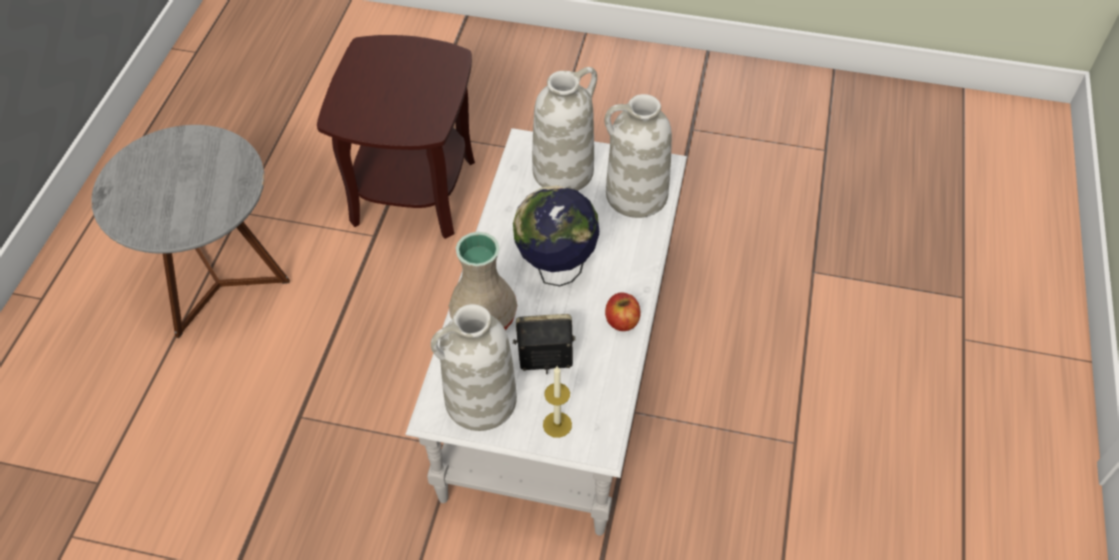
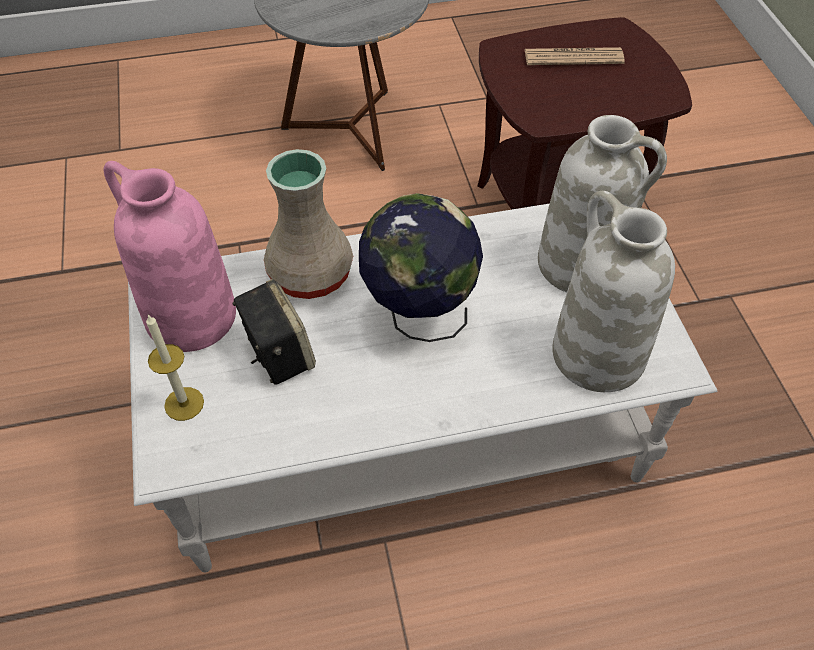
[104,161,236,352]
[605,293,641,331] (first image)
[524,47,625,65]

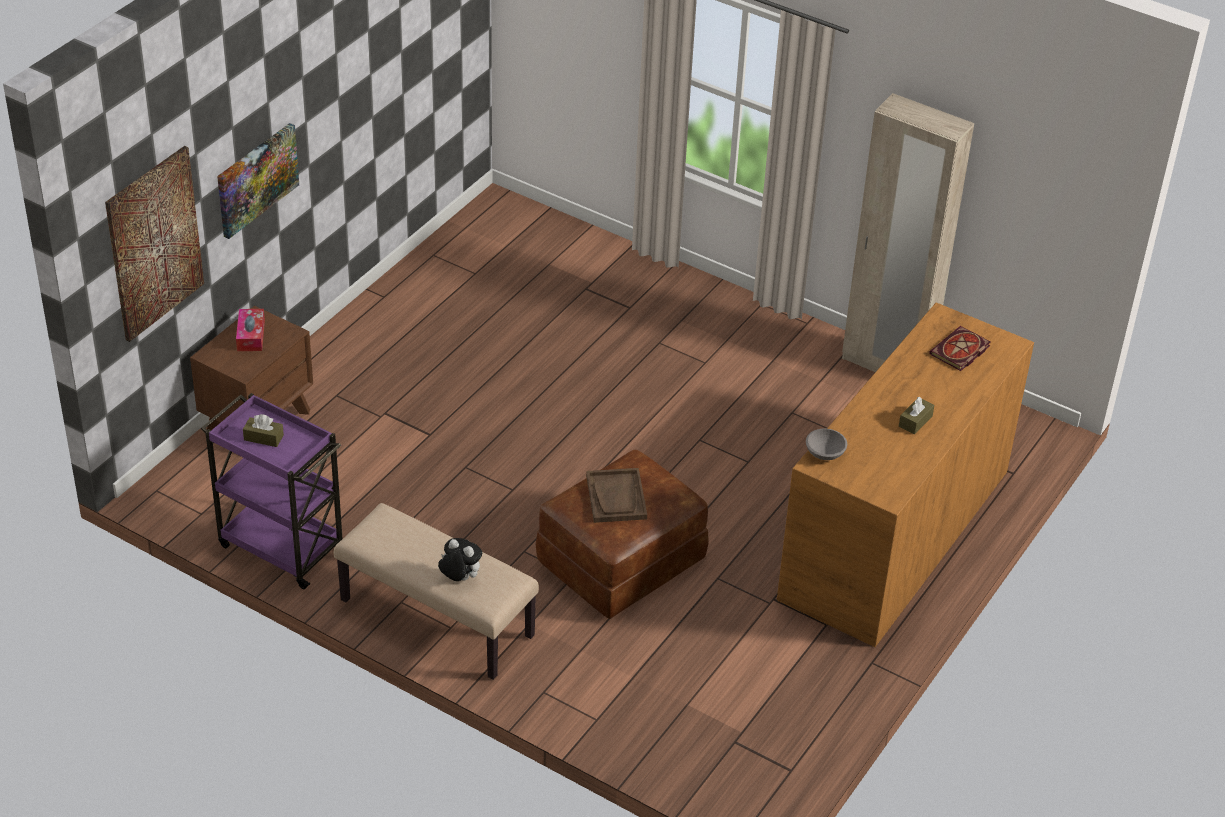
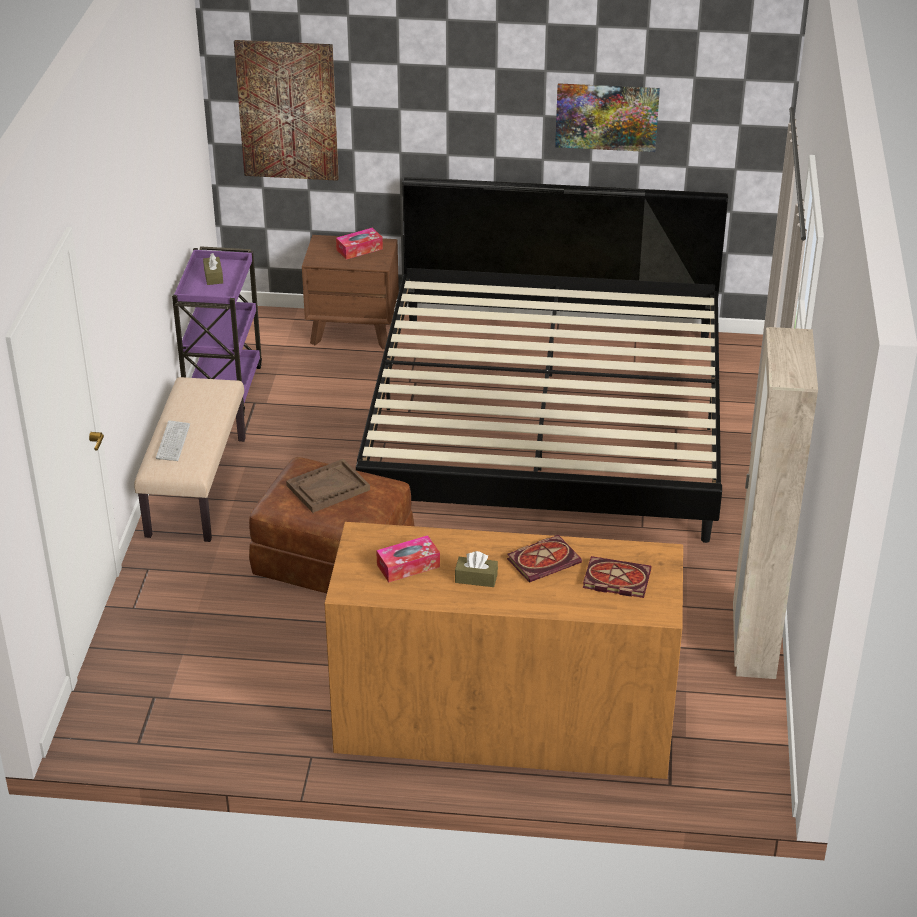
[555,83,660,152]
[156,420,190,461]
[806,429,847,460] (first image)
[356,177,728,543]
[376,535,440,583]
[507,535,582,583]

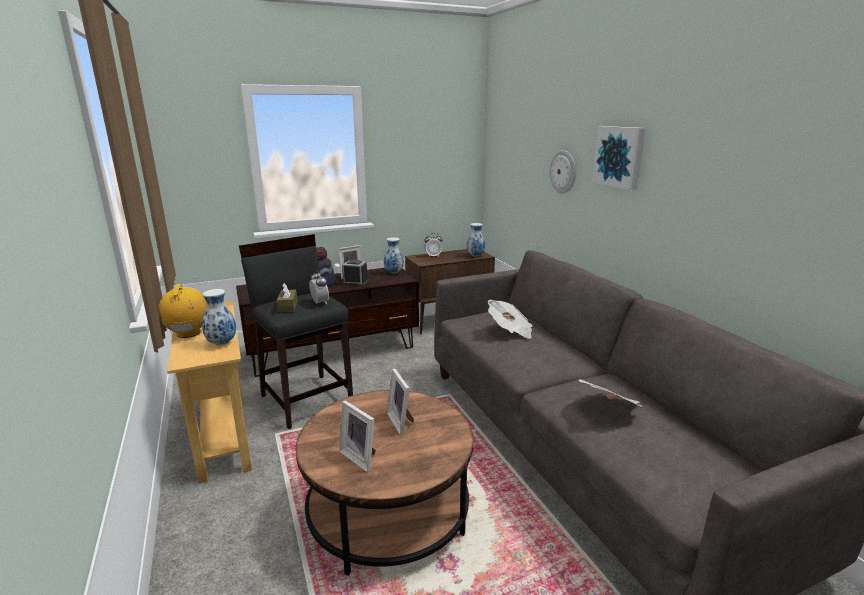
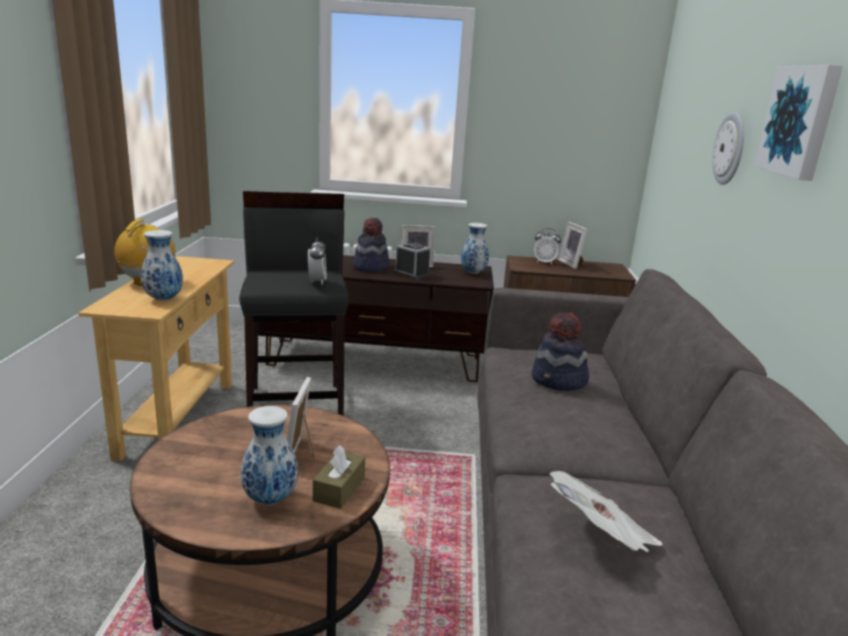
[313,445,365,509]
[557,222,588,269]
[241,406,298,505]
[531,312,589,391]

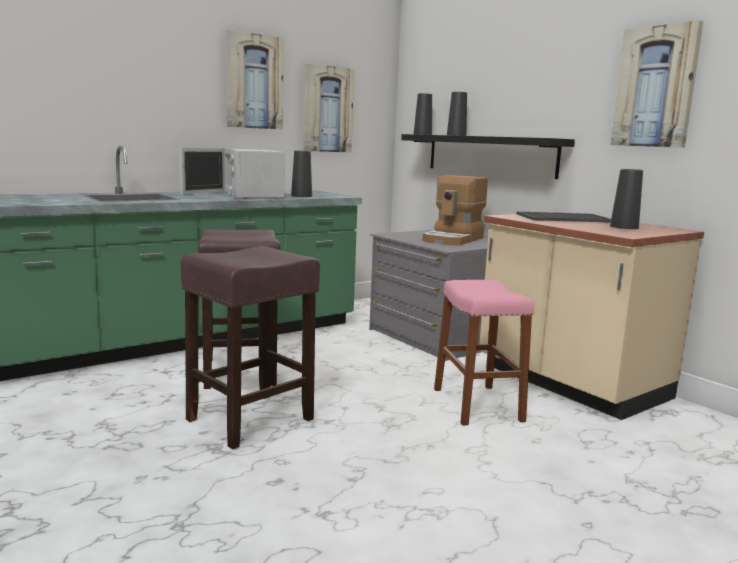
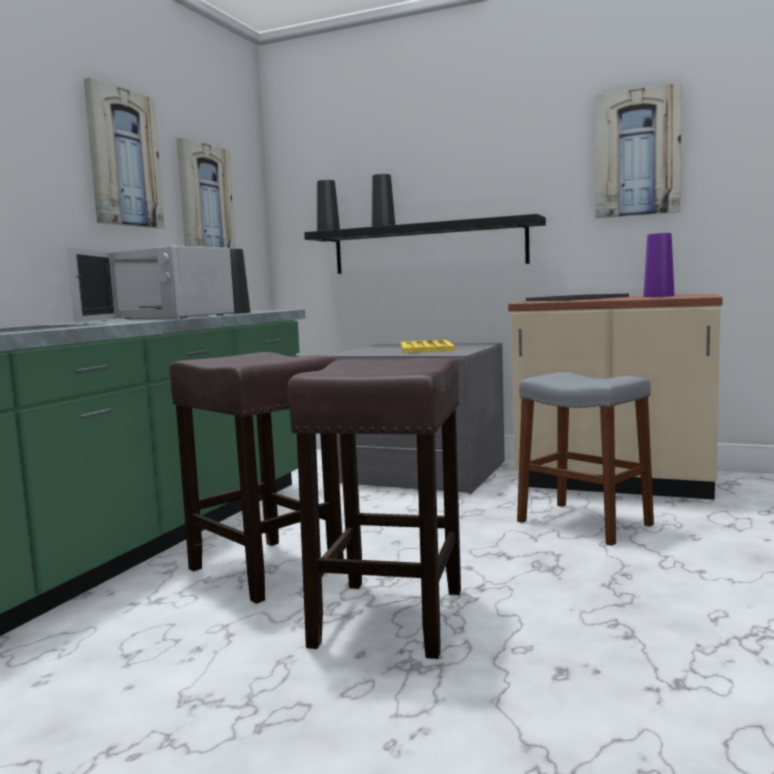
[401,340,455,353]
[517,372,654,546]
[643,233,674,297]

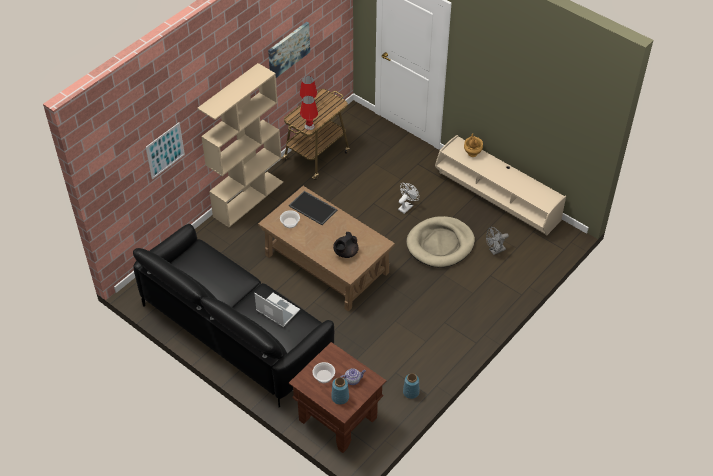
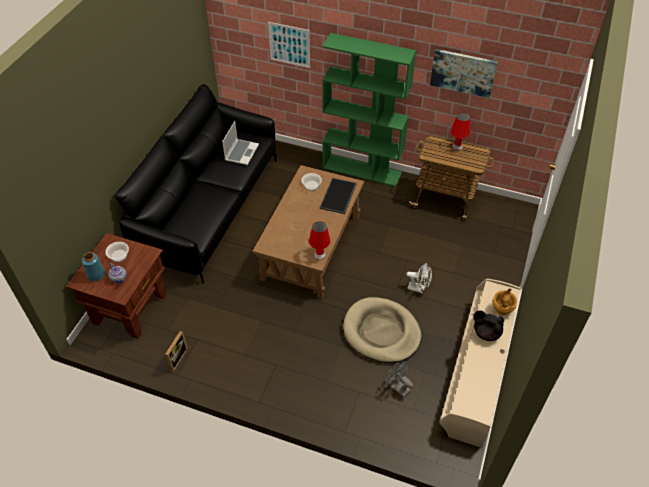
[322,33,416,187]
[222,121,259,165]
[309,221,330,260]
[473,310,504,341]
[165,331,188,372]

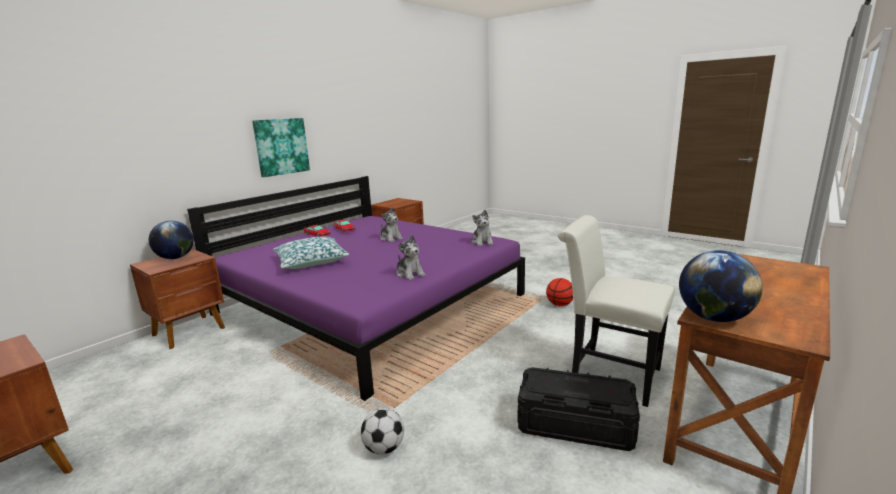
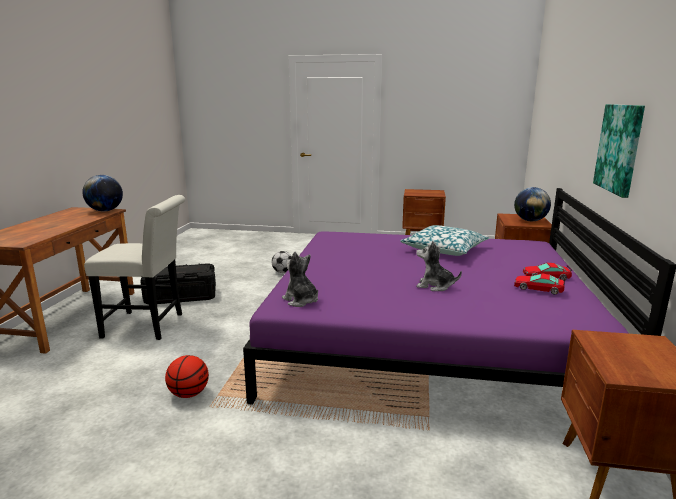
[397,235,425,280] (first image)

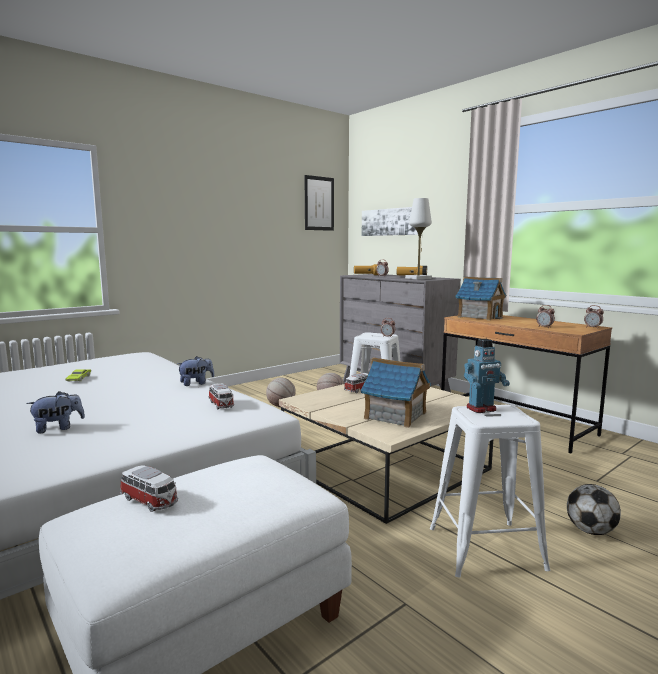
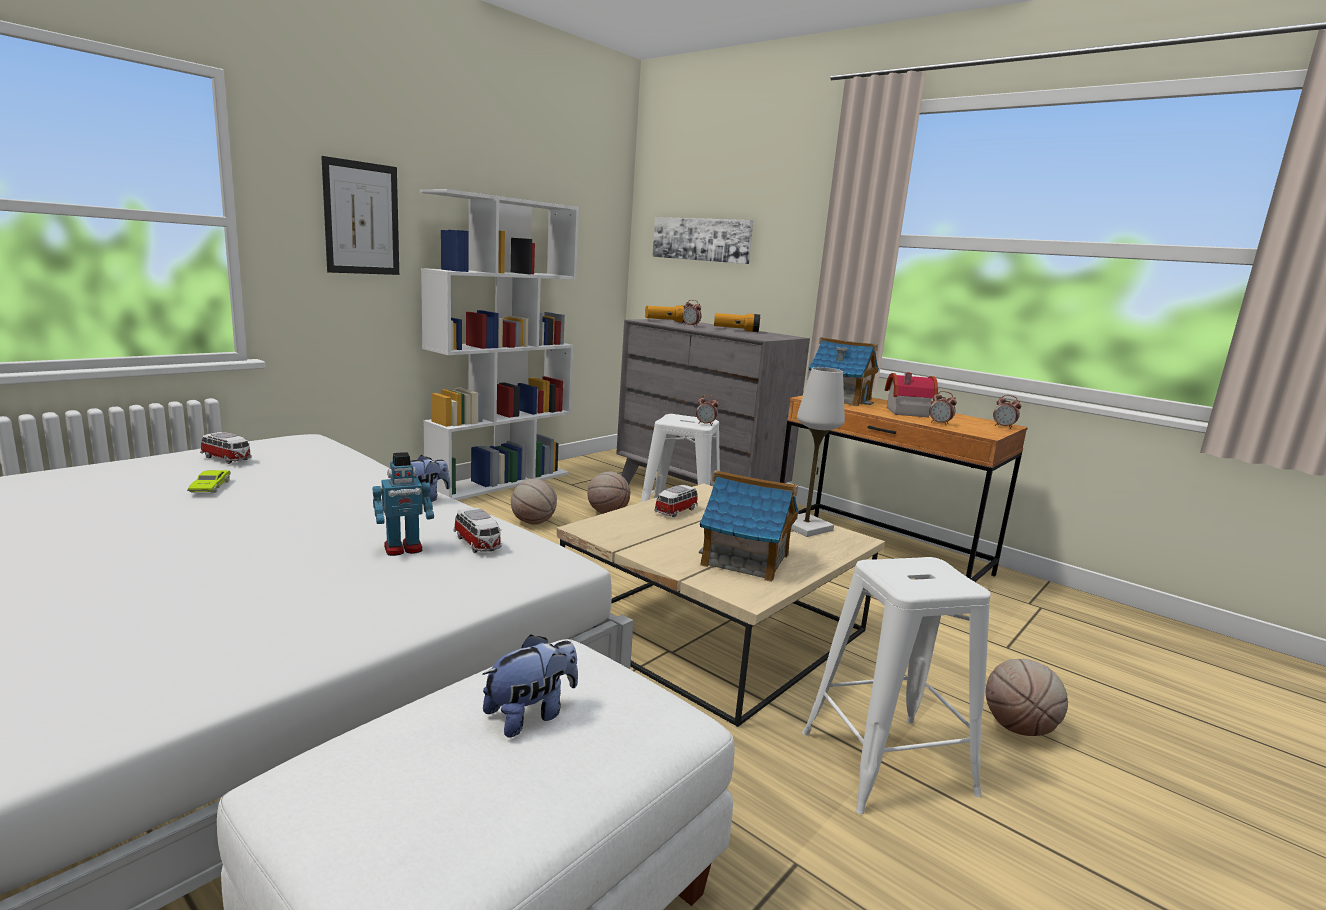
[482,634,578,738]
[200,432,252,464]
[321,156,399,275]
[791,367,845,537]
[373,452,434,556]
[986,659,1068,736]
[420,189,579,500]
[885,372,938,417]

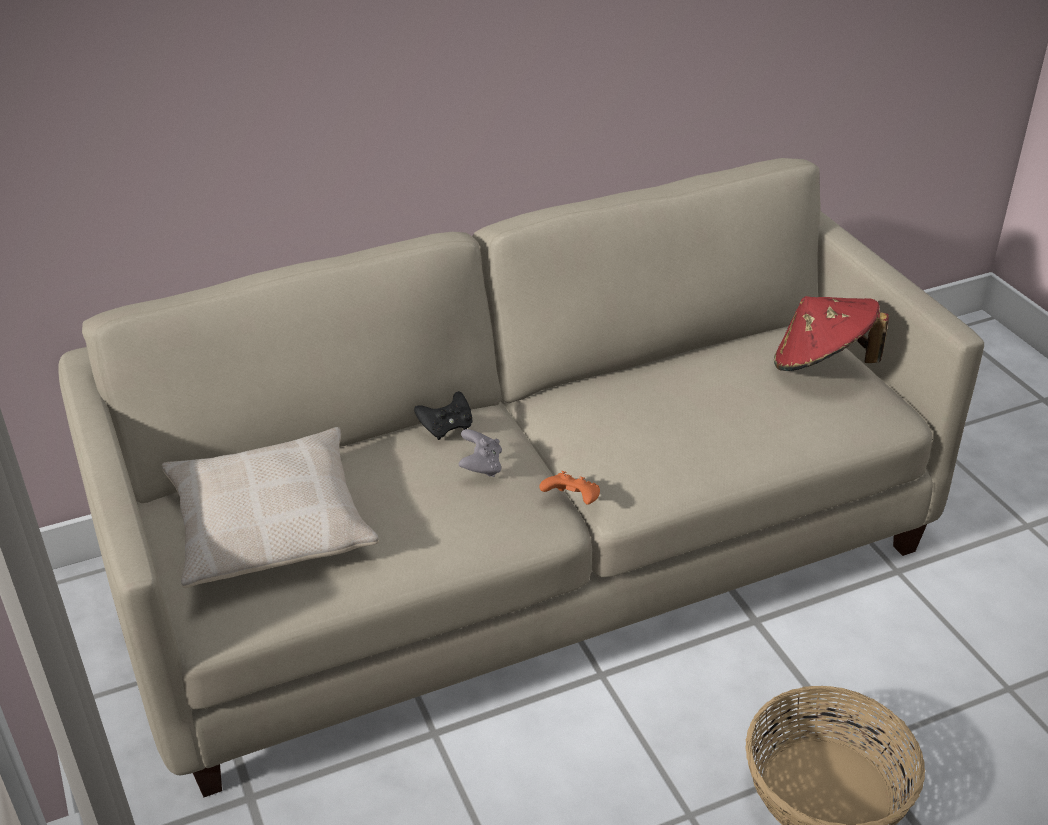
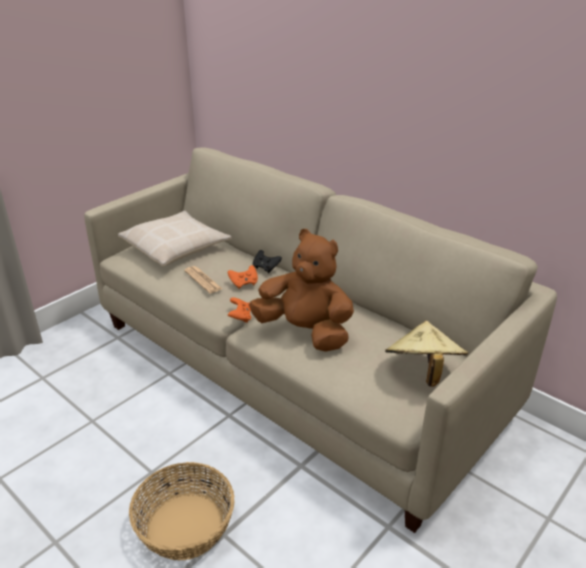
[228,265,258,289]
[385,321,468,387]
[184,266,222,293]
[249,229,354,352]

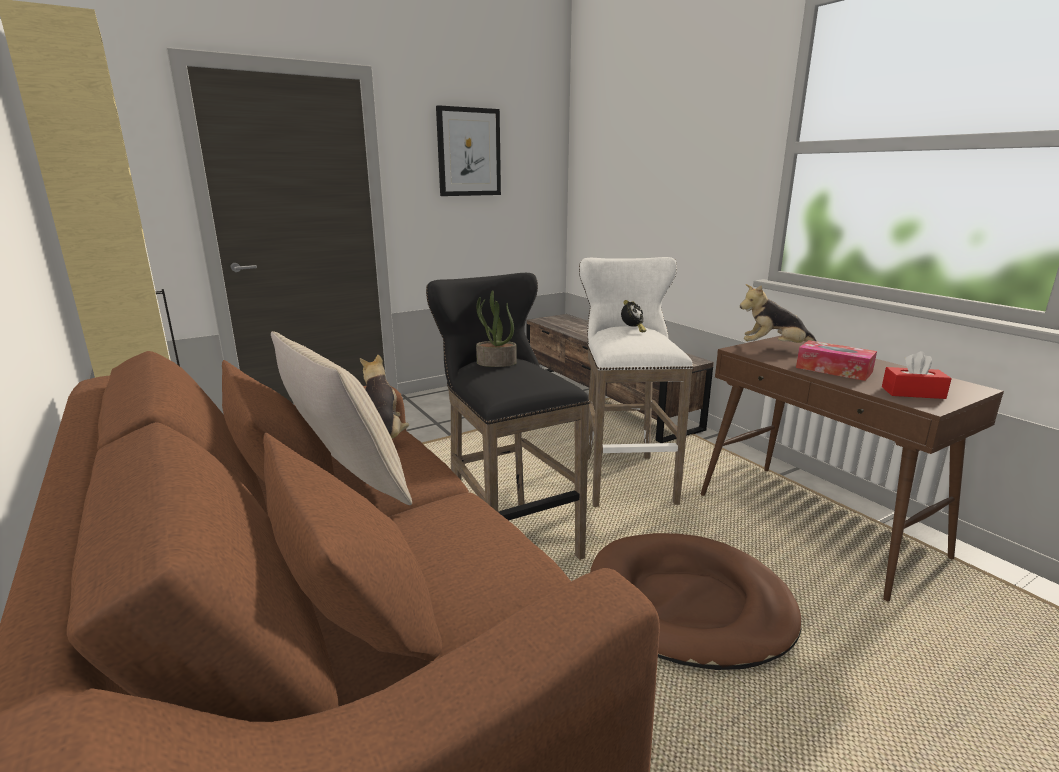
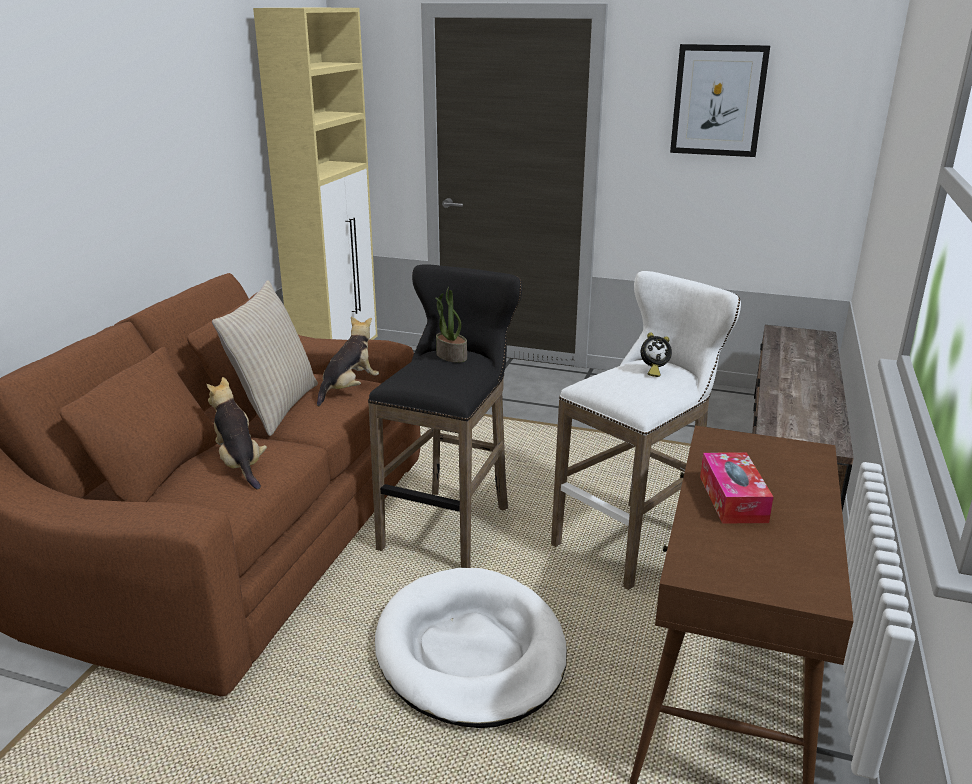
[375,568,567,728]
[207,377,267,489]
[882,351,952,399] (first image)

